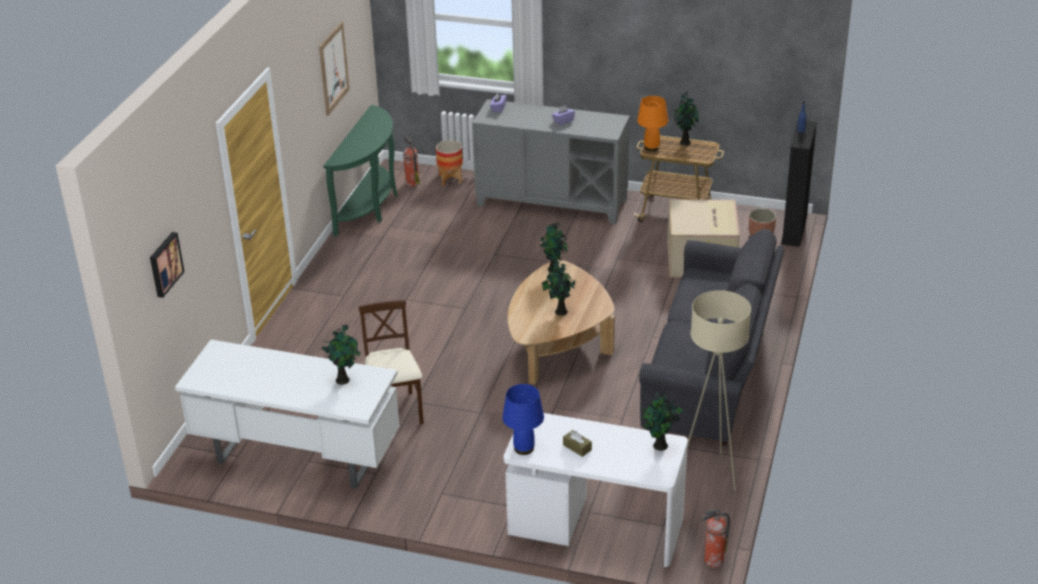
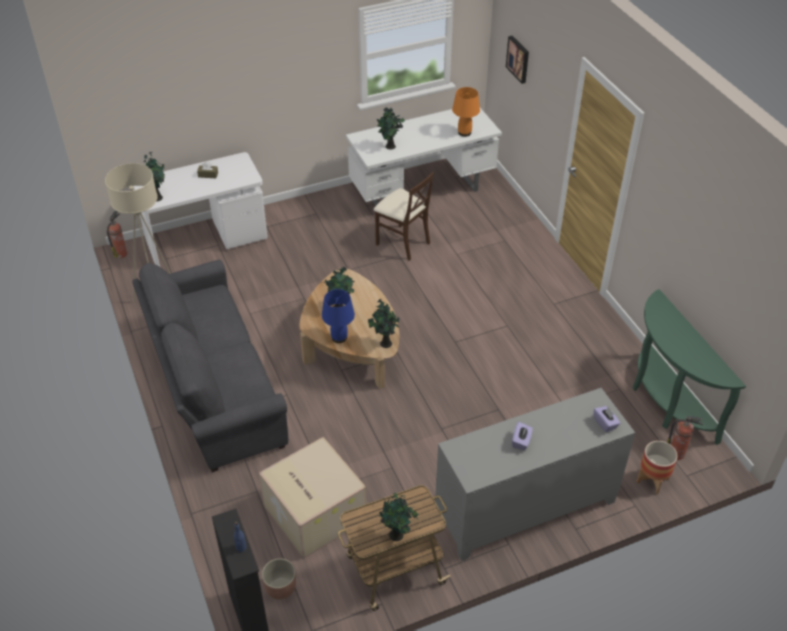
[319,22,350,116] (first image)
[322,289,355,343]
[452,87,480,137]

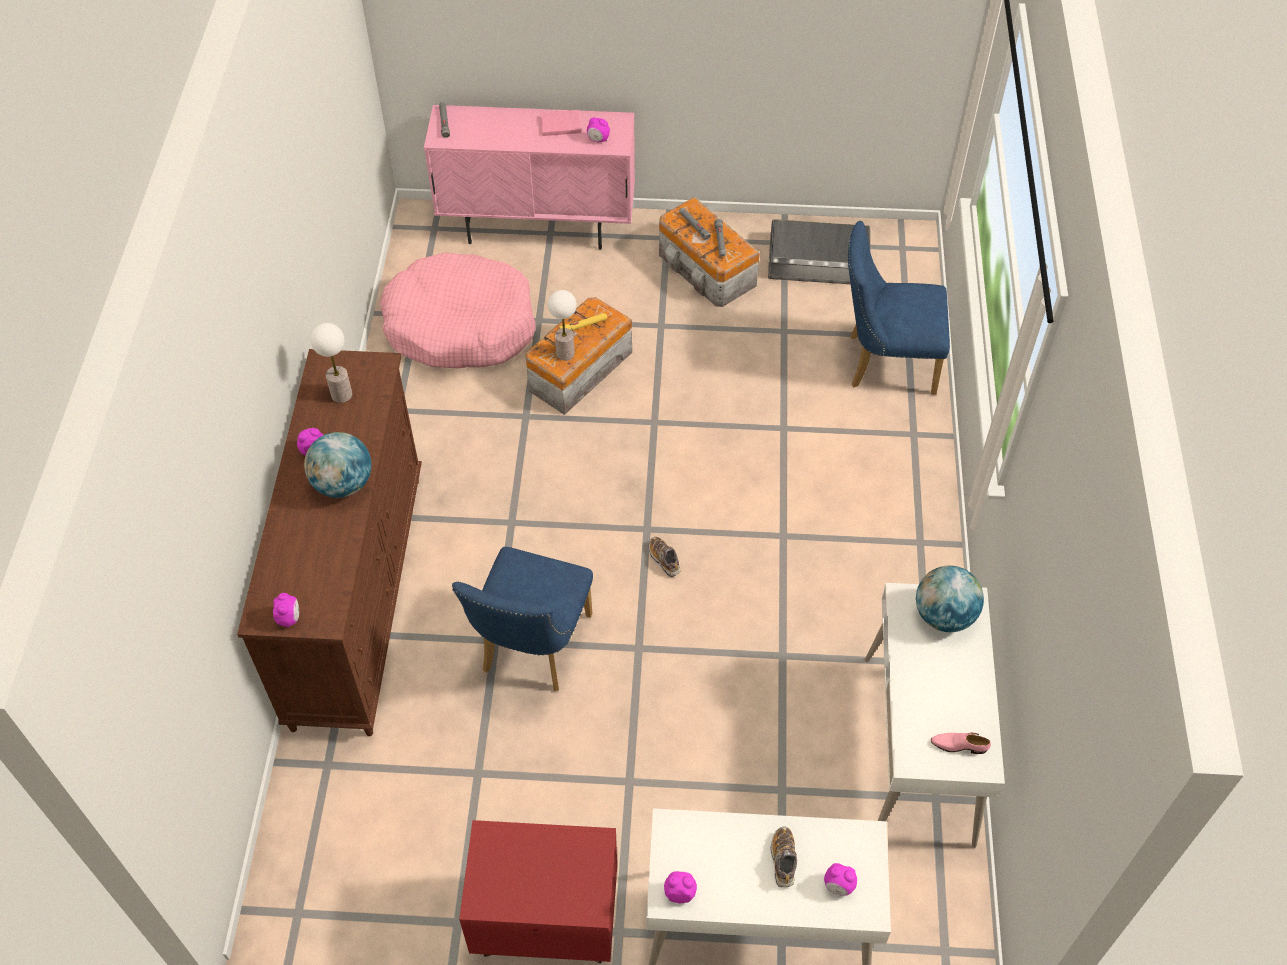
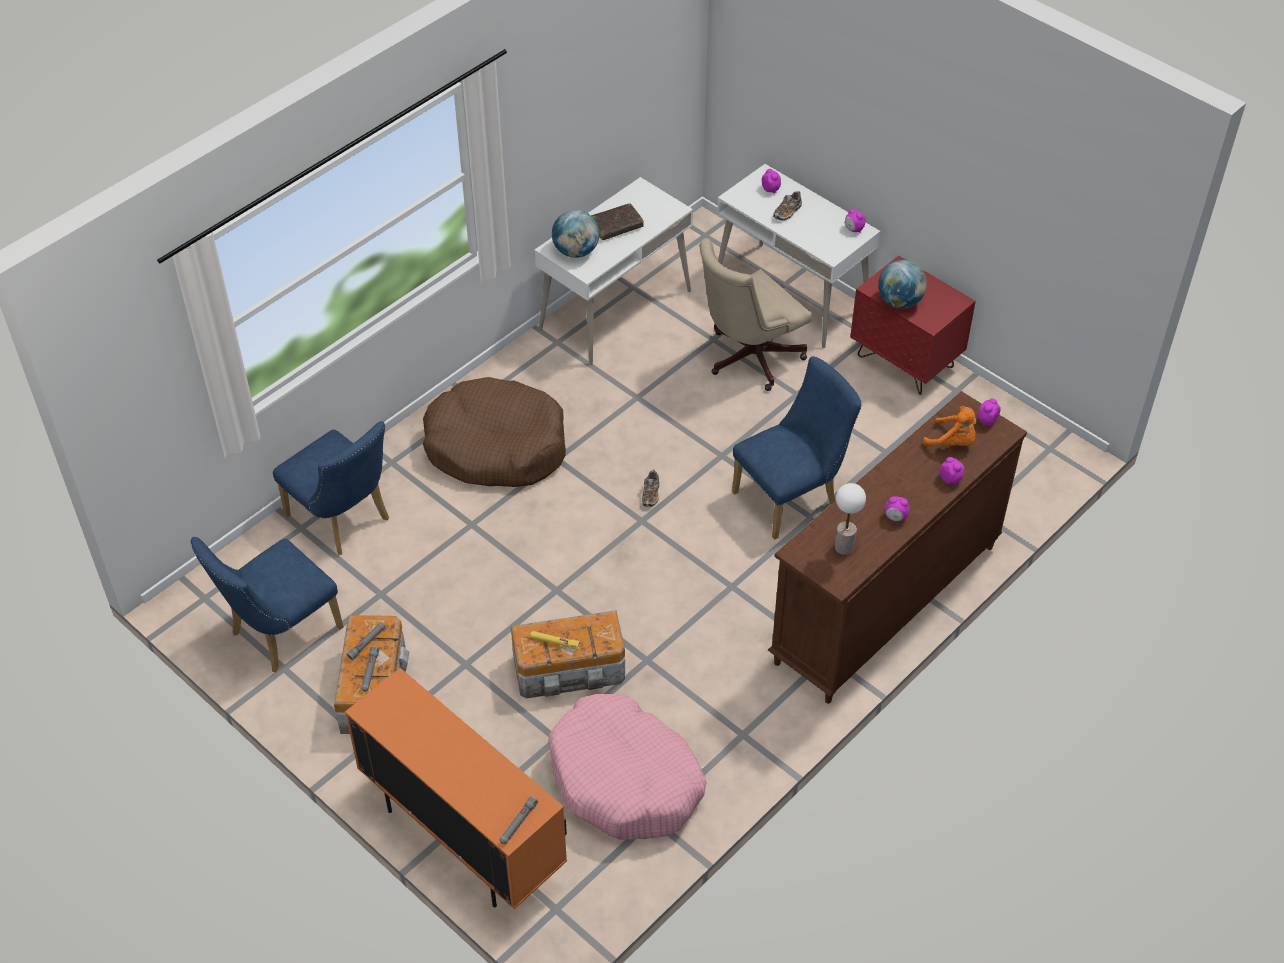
[878,260,927,309]
[345,668,567,909]
[540,110,581,136] (first image)
[548,290,577,361] (first image)
[940,457,964,485]
[190,537,344,673]
[931,732,991,754] (first image)
[423,377,566,487]
[591,203,644,240]
[699,238,812,391]
[923,406,977,447]

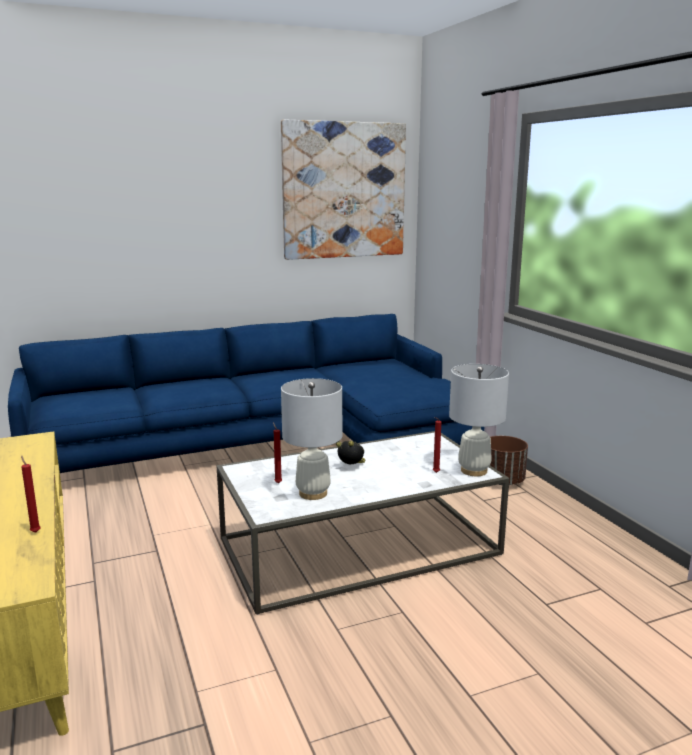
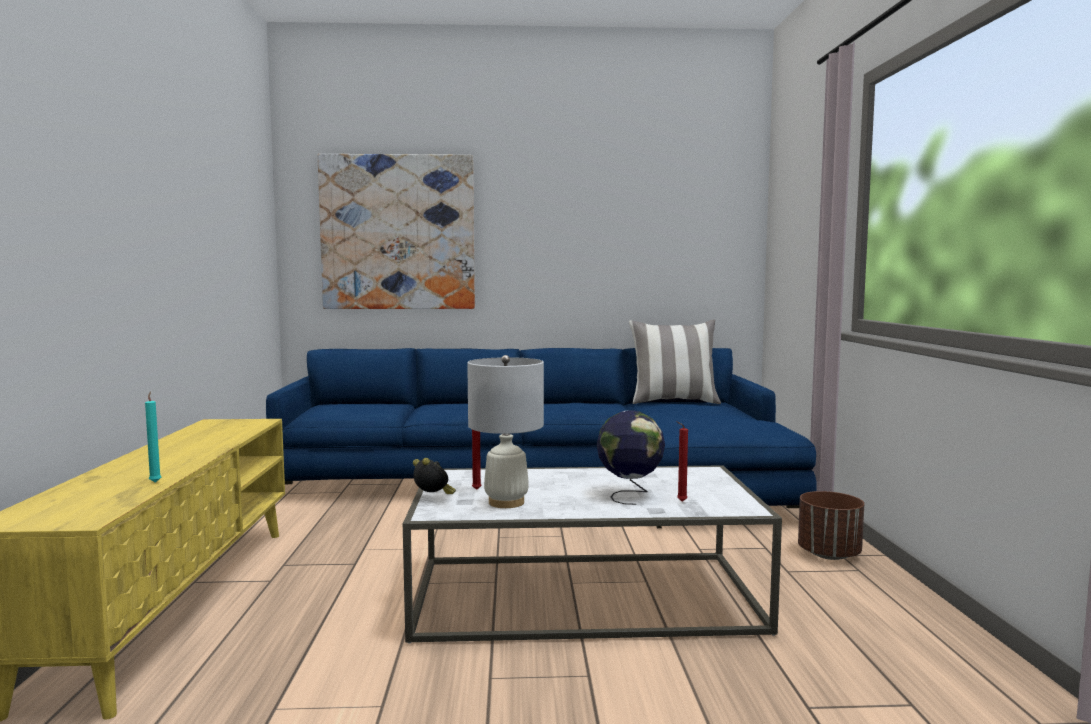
[145,391,161,483]
[318,154,475,309]
[413,458,456,494]
[449,364,509,476] (first image)
[597,410,665,505]
[629,320,721,404]

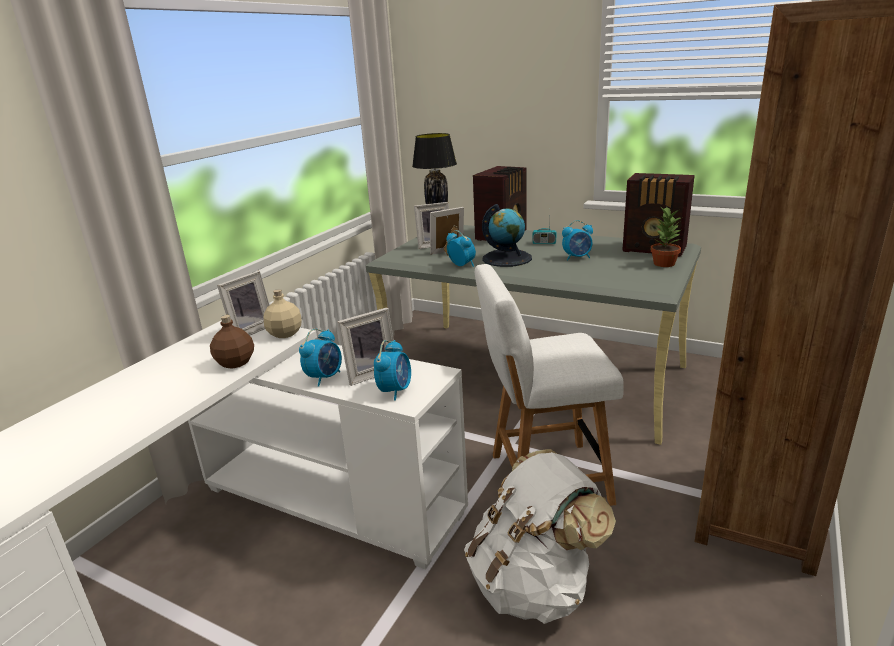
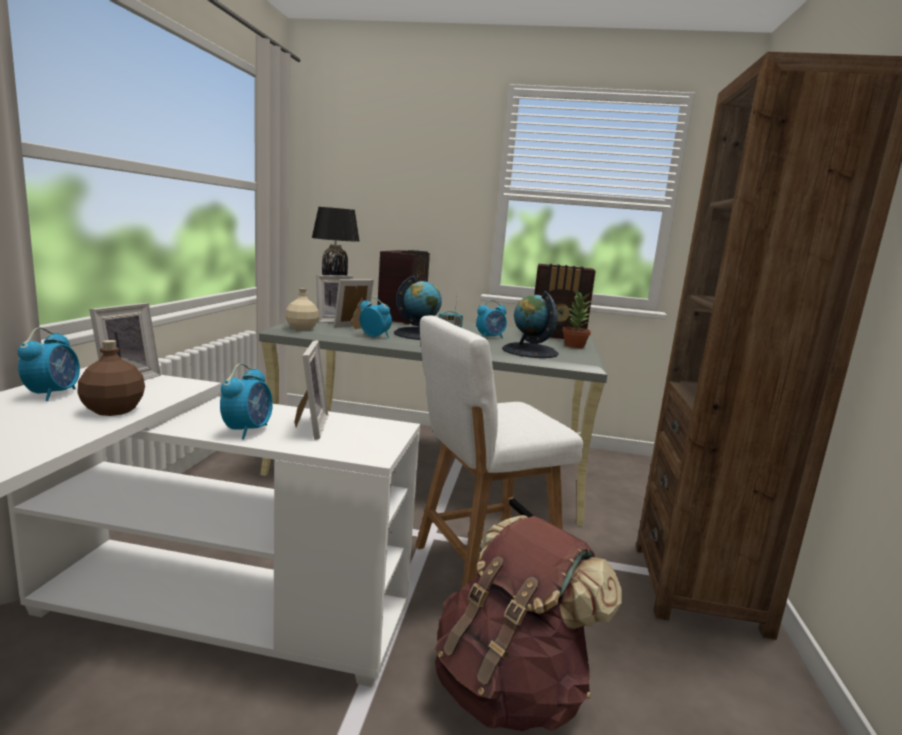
[285,288,319,330]
[294,340,328,440]
[18,327,80,401]
[435,515,621,731]
[502,291,559,358]

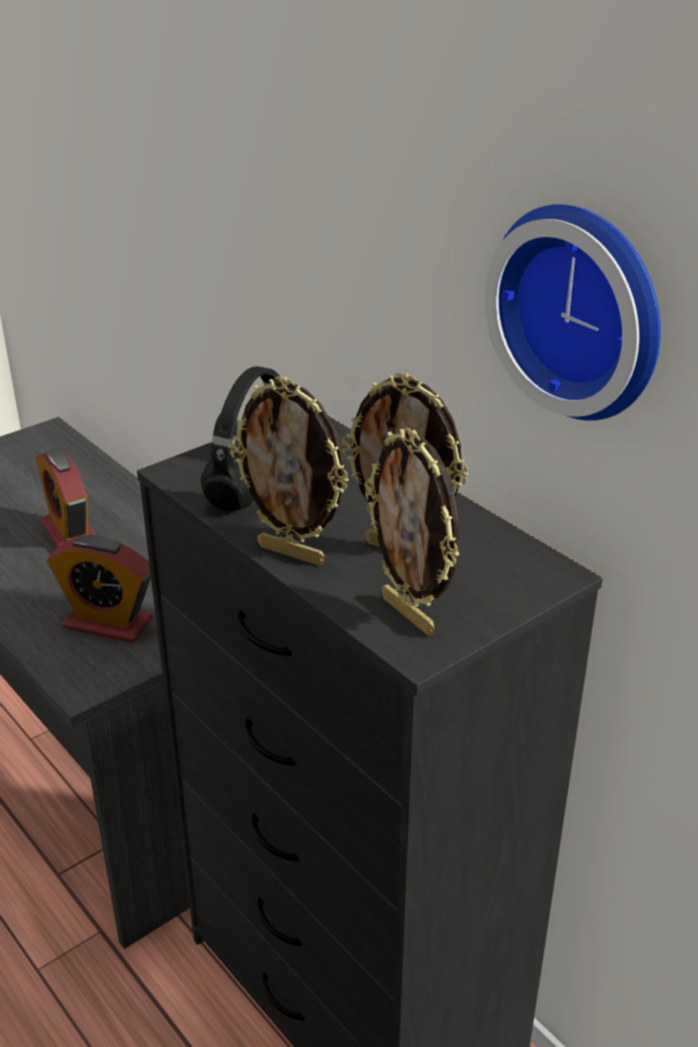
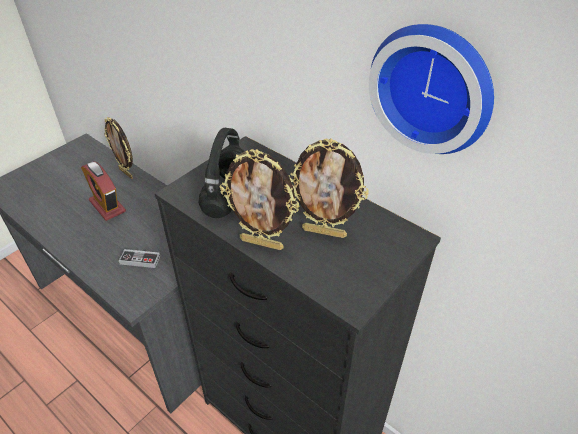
[119,249,160,268]
[104,117,133,179]

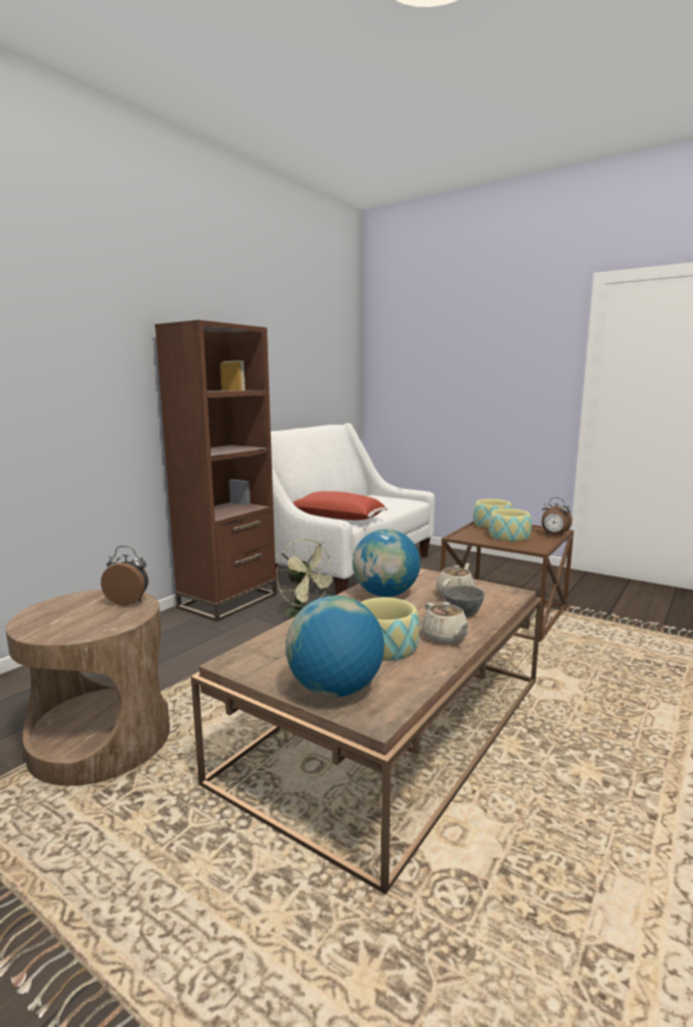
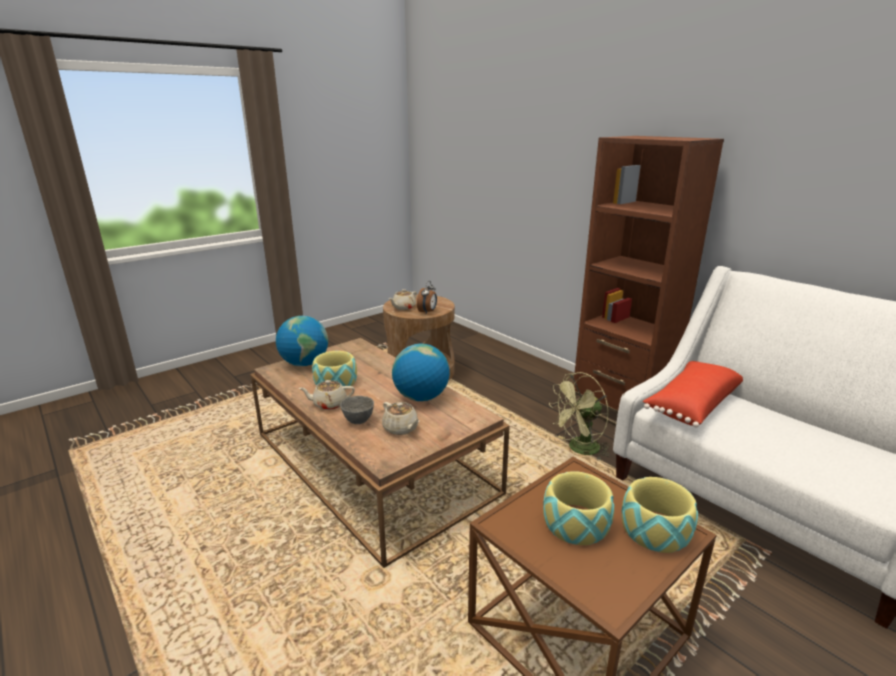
[542,497,572,536] (first image)
[389,289,417,310]

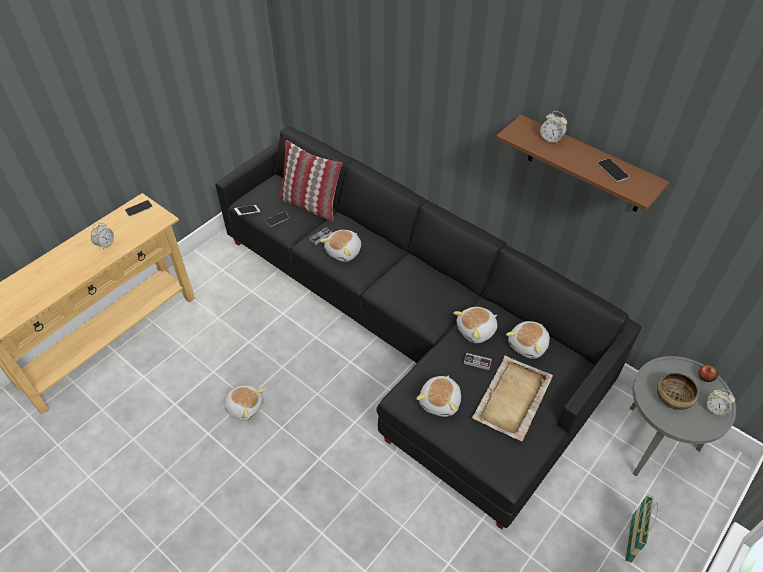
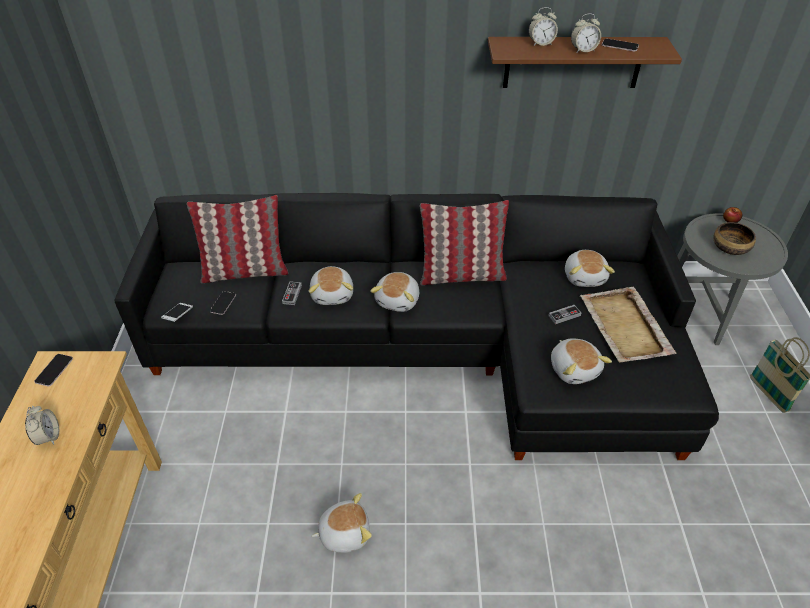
[370,272,419,312]
[571,14,601,53]
[420,200,509,285]

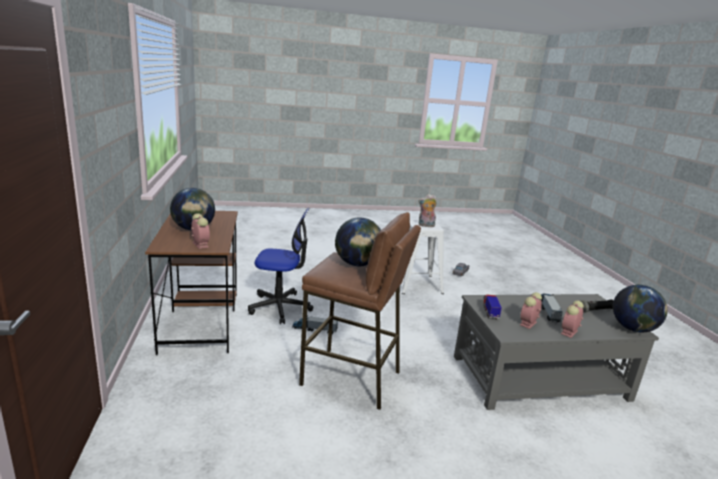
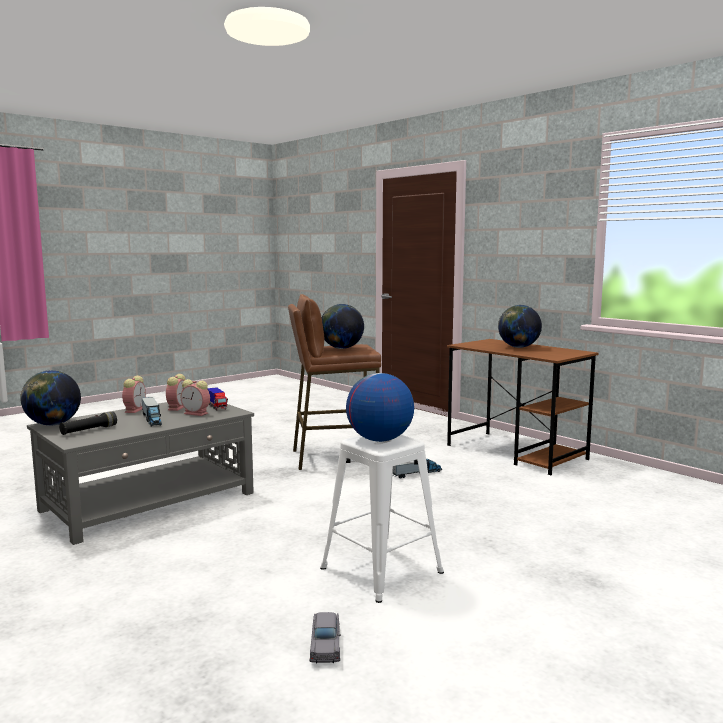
[181,379,210,416]
[248,208,314,324] (first image)
[346,373,414,442]

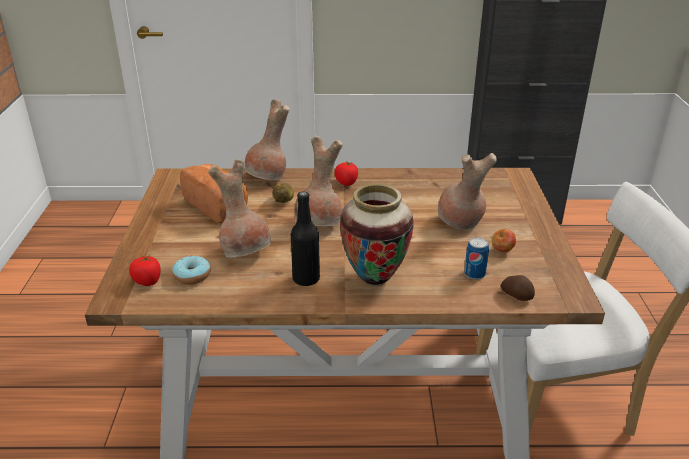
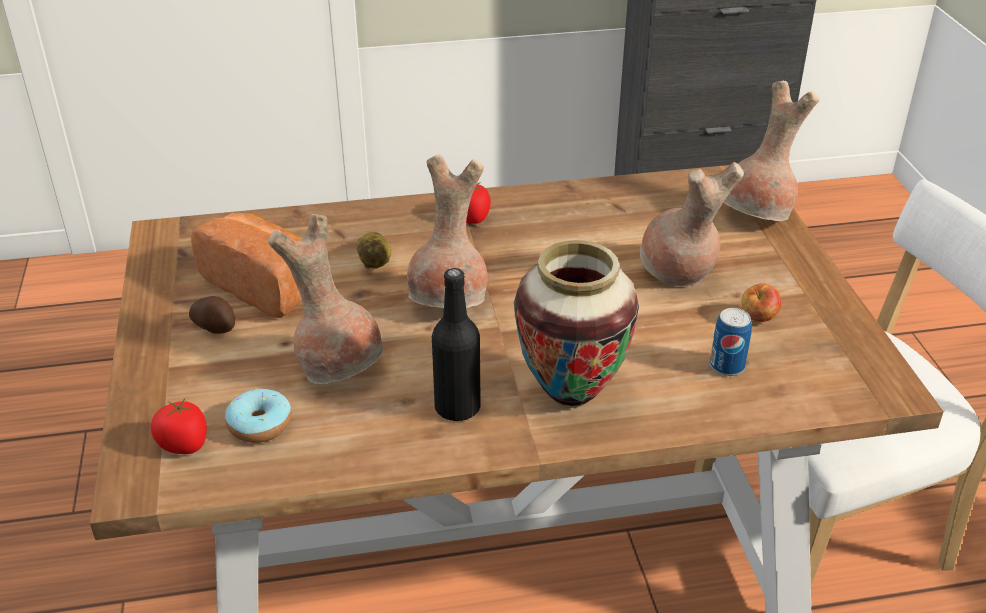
[724,81,819,221]
[189,296,235,334]

